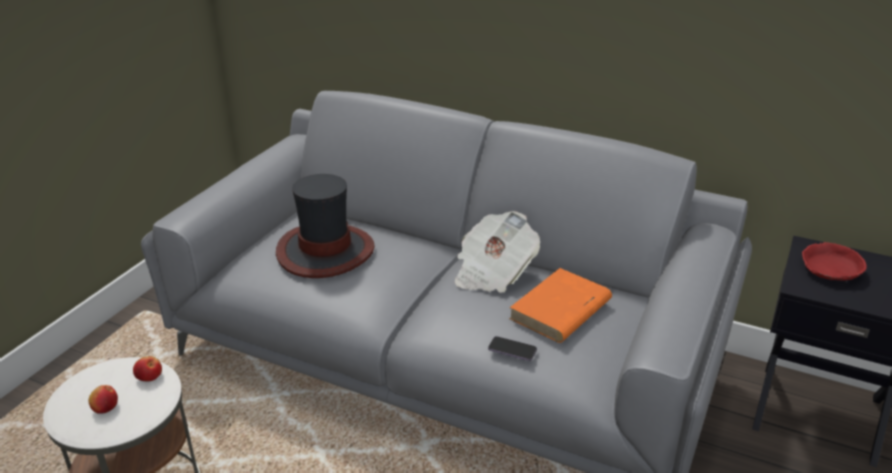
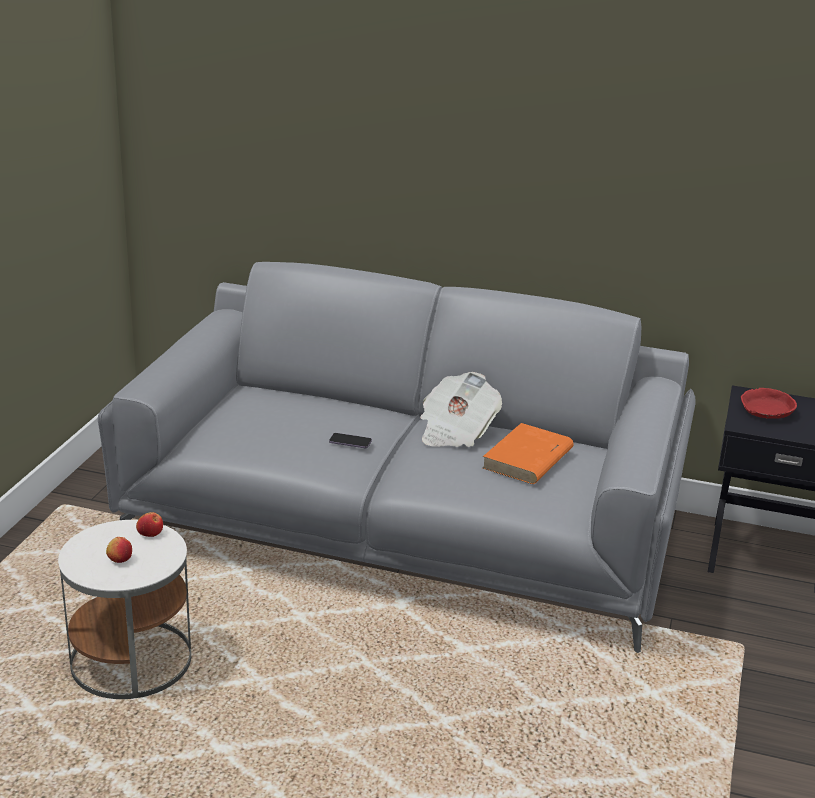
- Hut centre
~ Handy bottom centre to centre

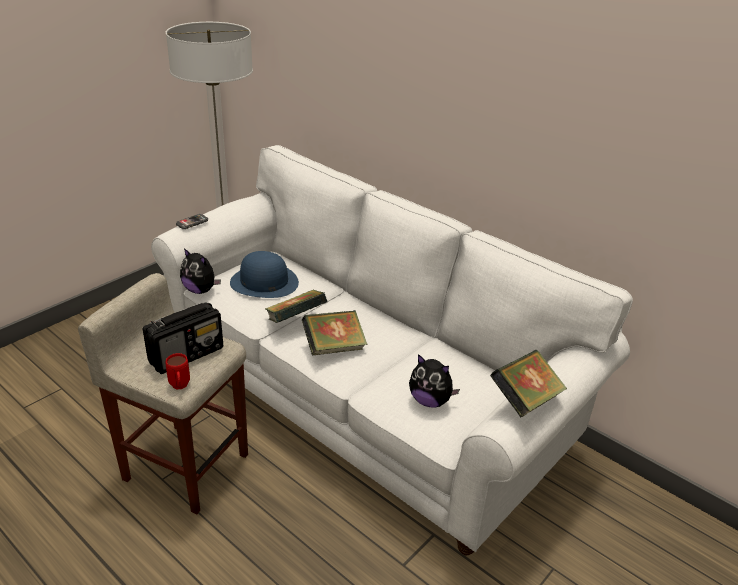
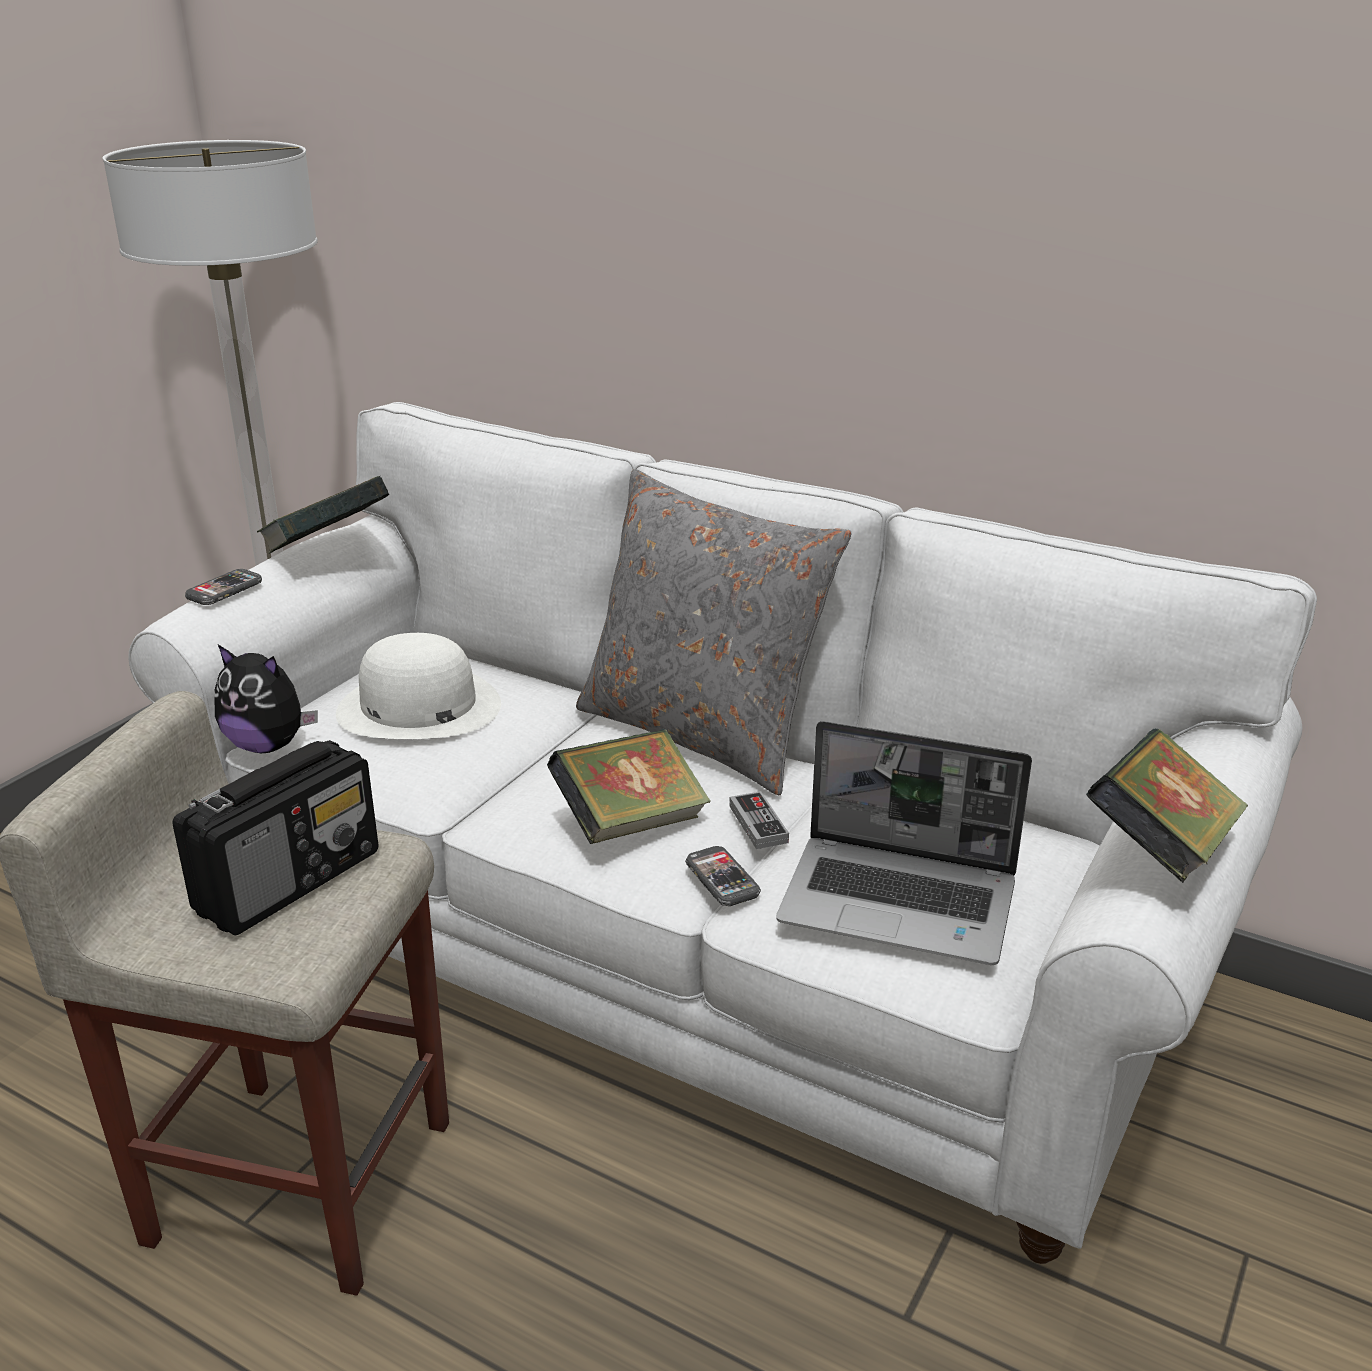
- Henkelbecher (rot) middle left
~ Hut (blau) centre to Hut (weiß) middle left
~ Buch (1st from left) centre to middle left
~ Plüschtier (2nd from left) centre to Laptop centre
+ Kissen (grau) centre
+ Handy (2nd from left) centre
+ Gamepad centre

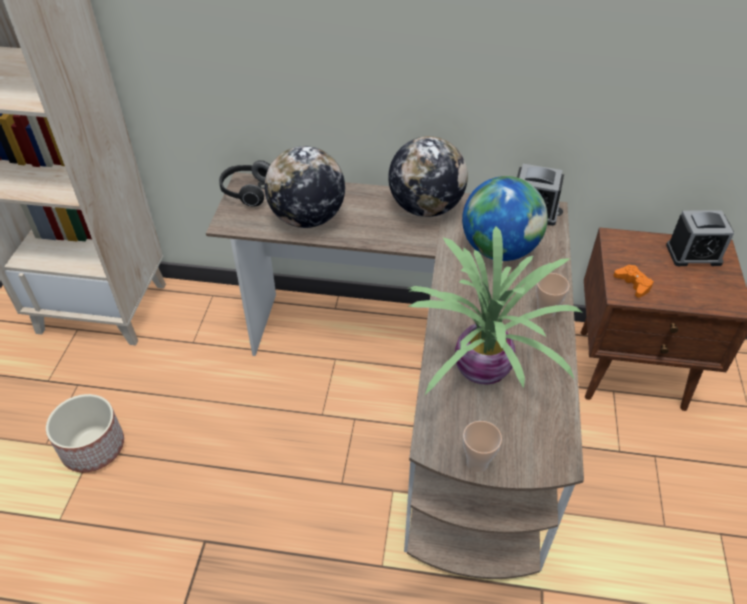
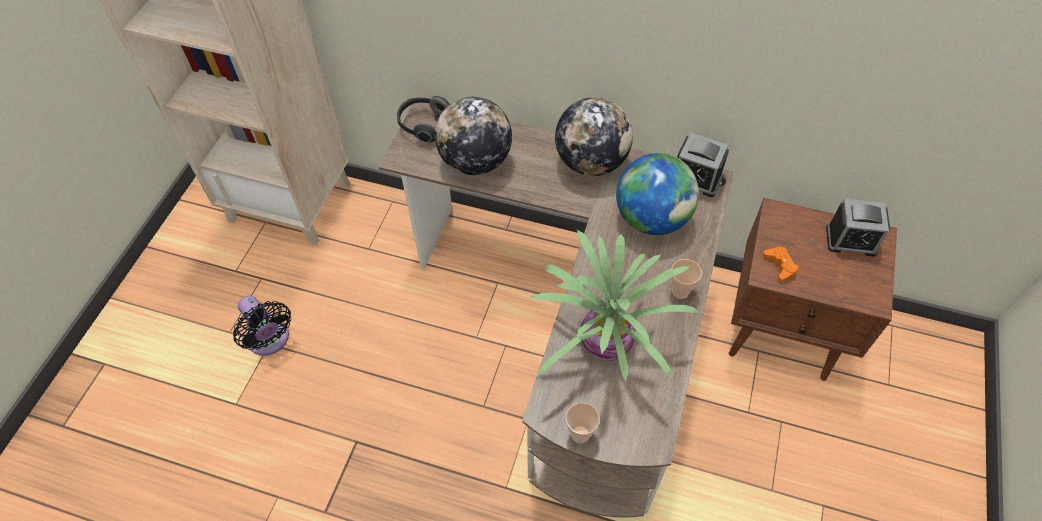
~ Pflanzkübel bottom left to Ventilator (schwarz) middle left

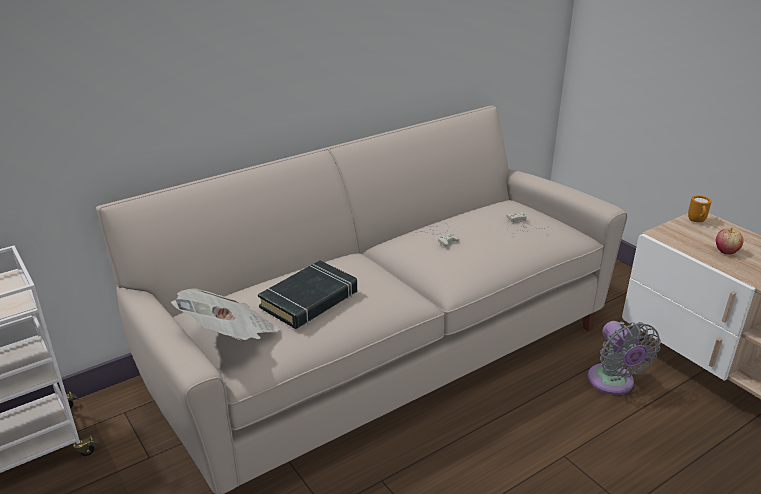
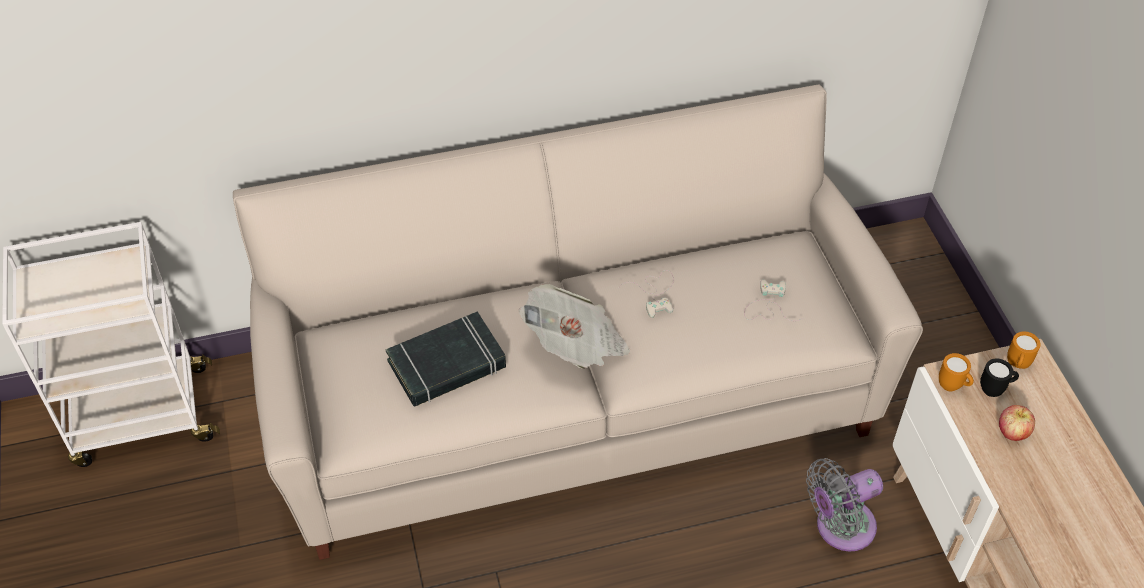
~ Zeitung middle left to centre
~ Ventilator (grau) bottom right = bottom right 60 degrees clockwise
+ Henkelbecher (orange) (1st from left) middle right
+ Henkelbecher (schwarz) middle right

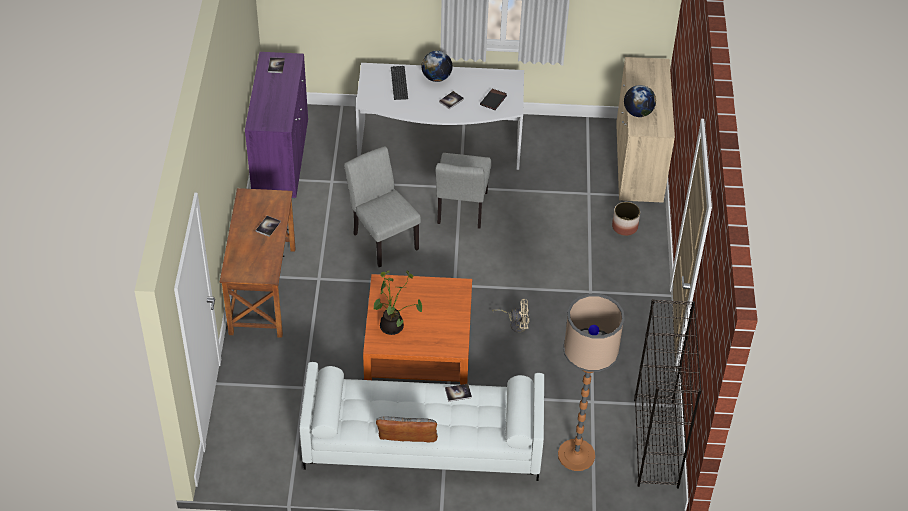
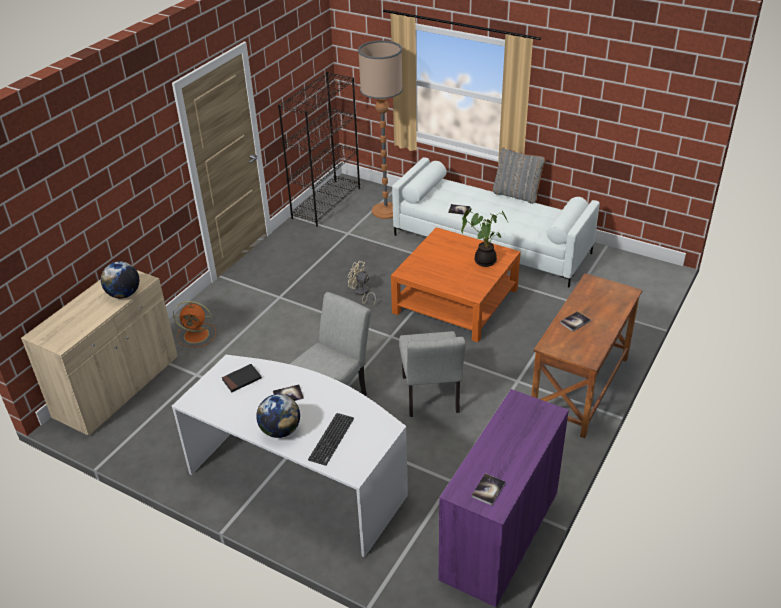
~ Pflanzkübel middle right to Ventilator (orange) middle left

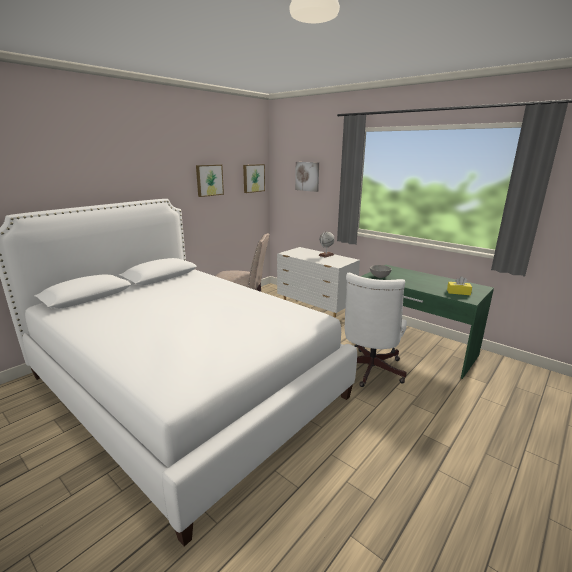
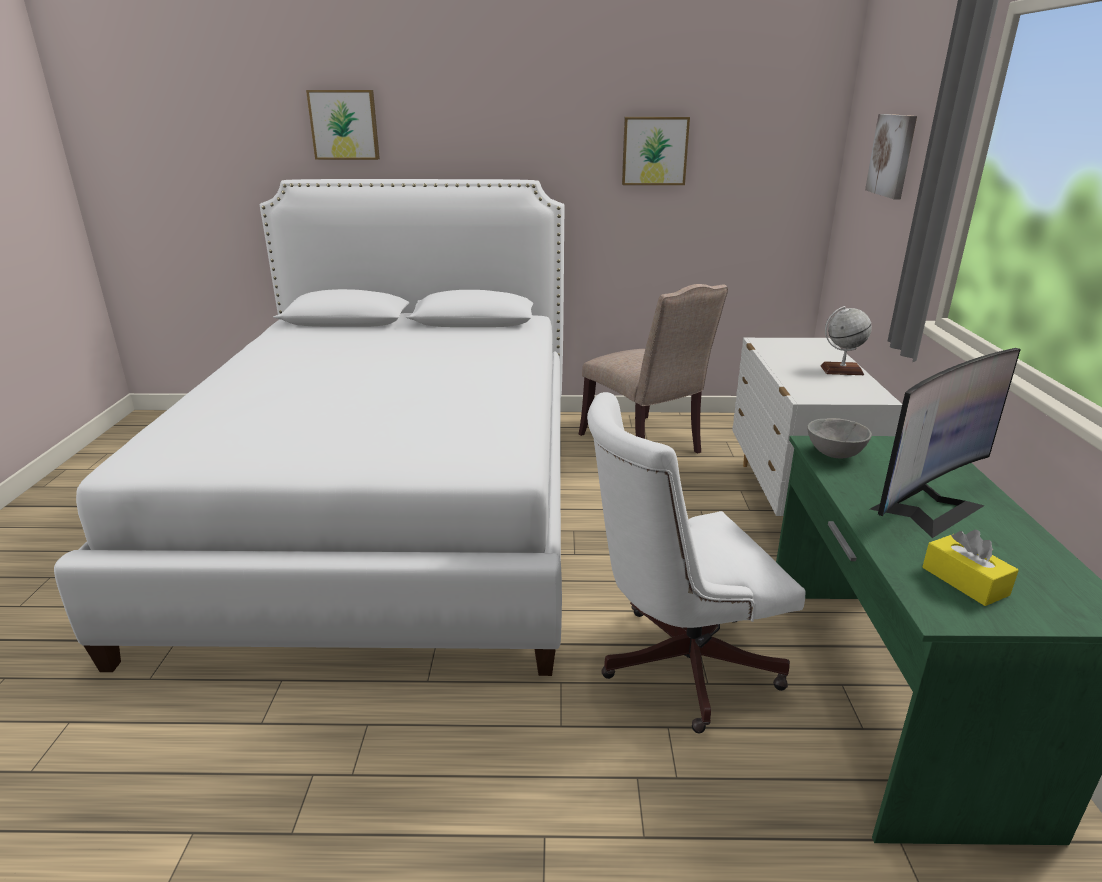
~ Bild (2nd from left in the first image) top centre to Bild (1st from left) top left
+ Monitor middle right

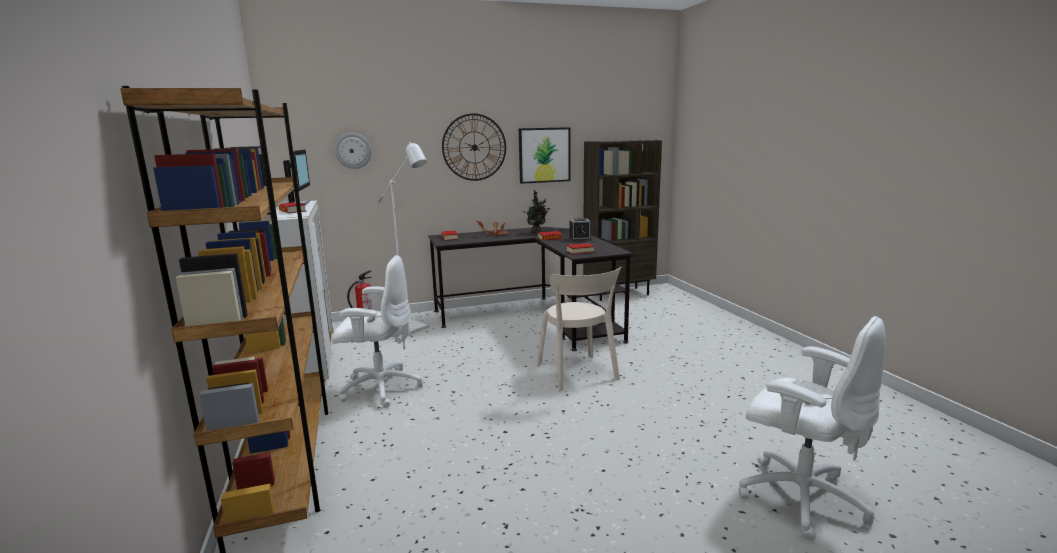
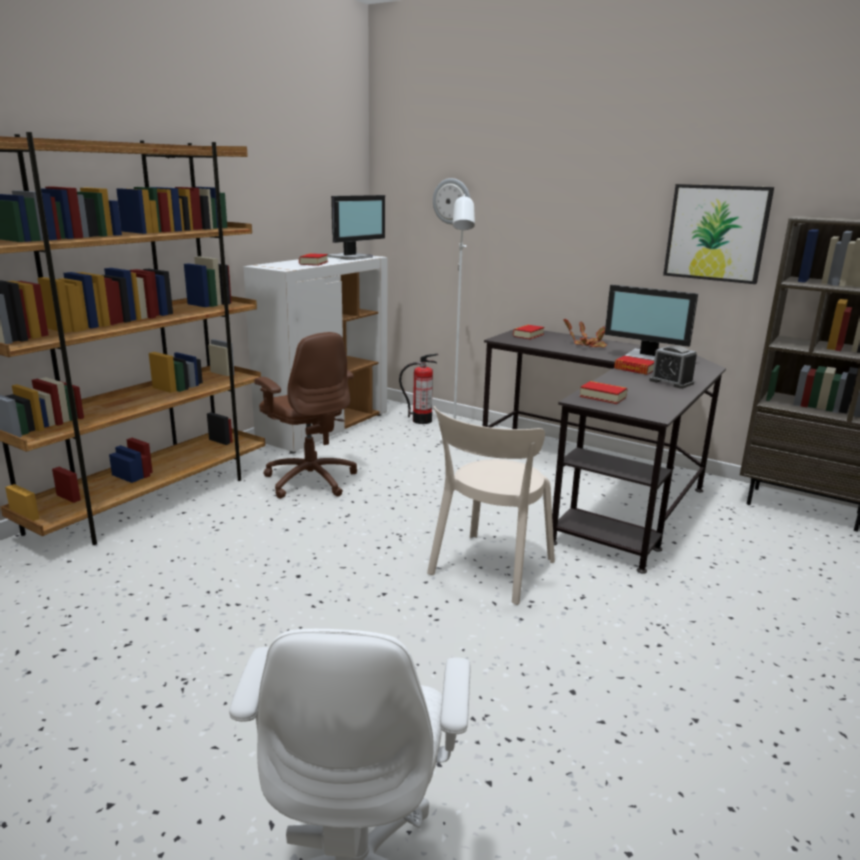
~ Bürostuhl (weiß) (1st from left) centre to Bürostuhl (braun) centre
- Wanduhr (2nd from left) top centre
~ Topfpflanze (2nd from left) centre to Monitor (2nd from left) middle right

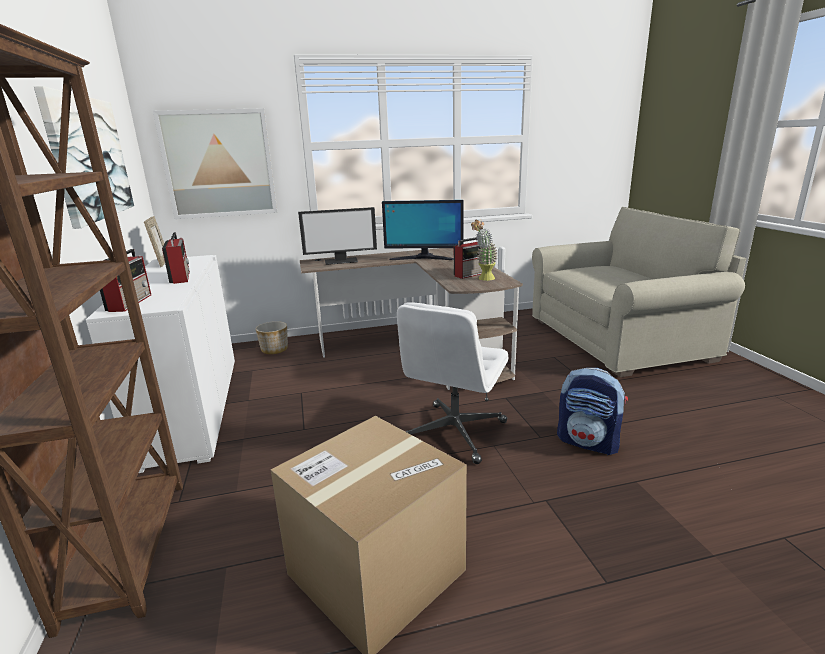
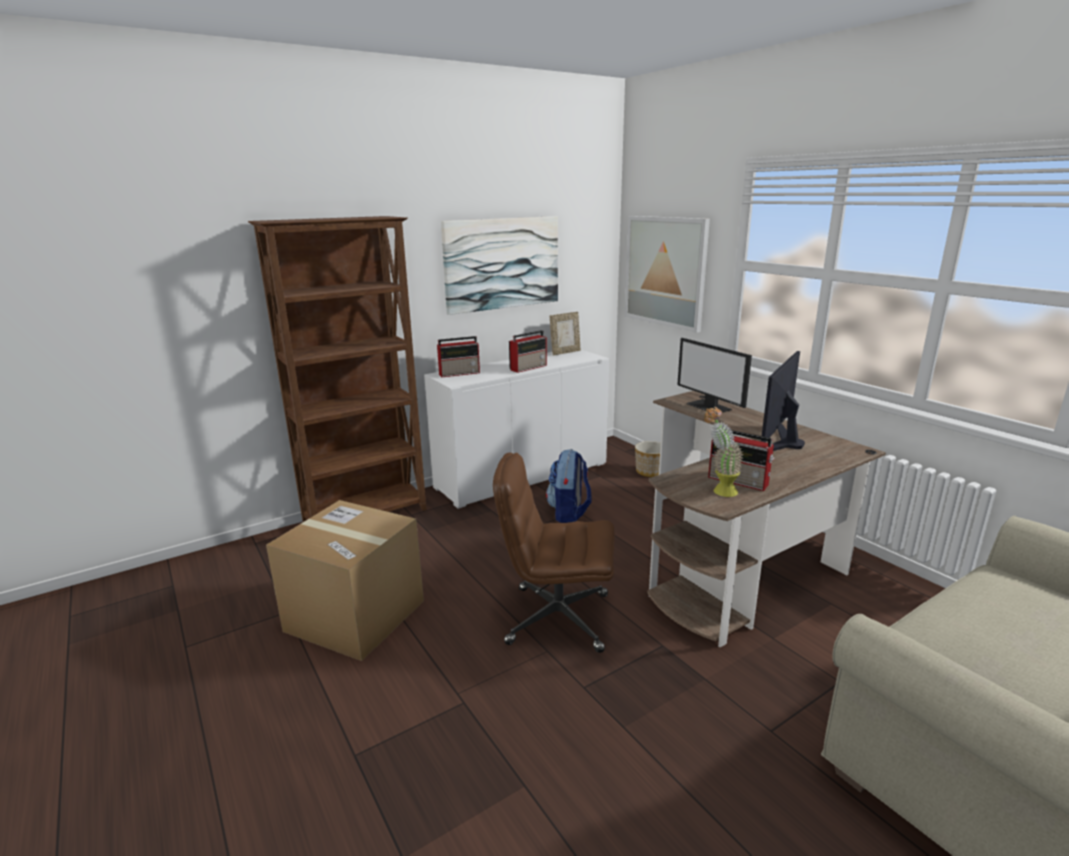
~ Monitor (2nd from left) centre = middle right 45 degrees clockwise
~ Bürostuhl (weiß) centre to Bürostuhl (braun) centre
~ Rucksack middle right to centre

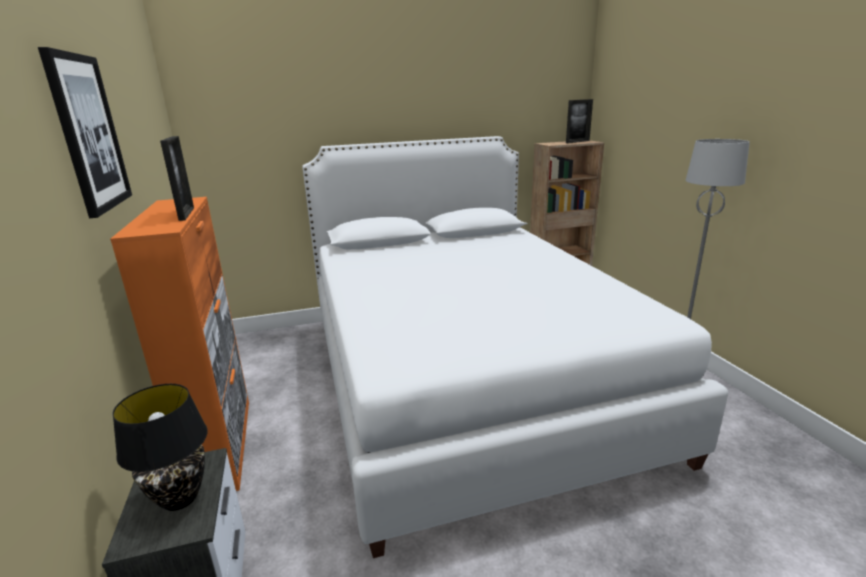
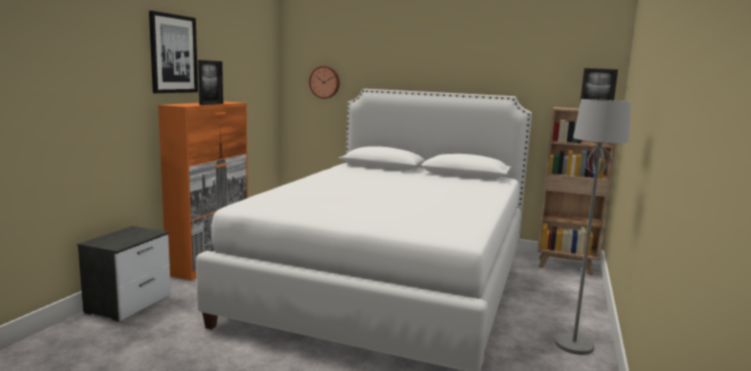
- Tischlampe (schwarz) bottom left
+ Wanduhr top centre

